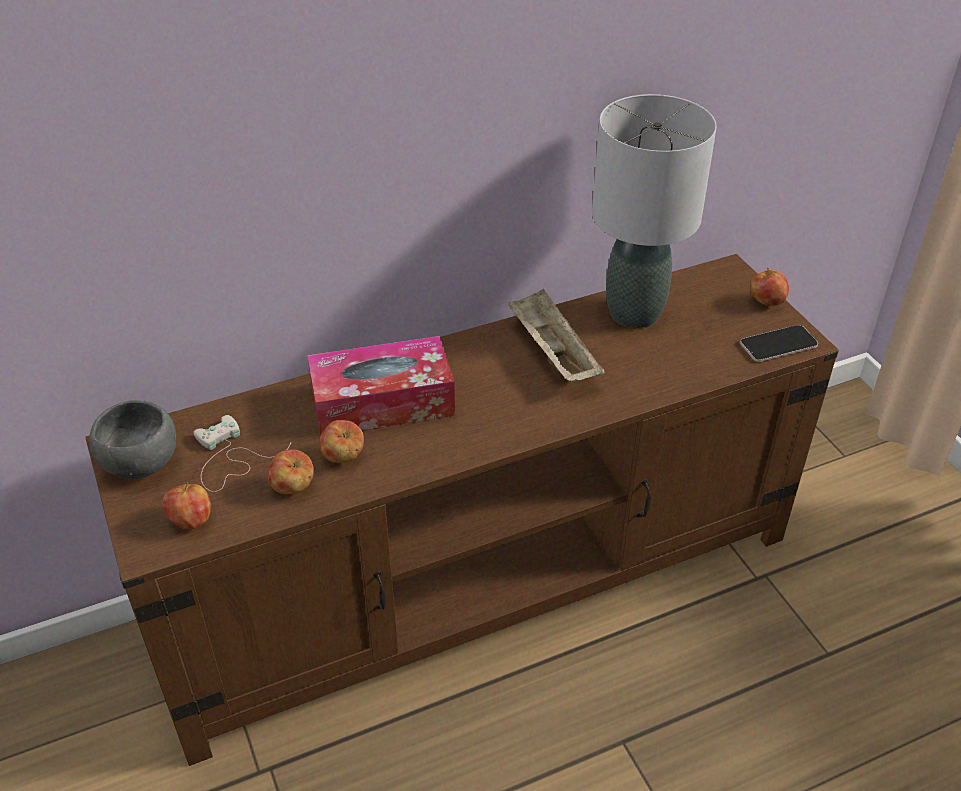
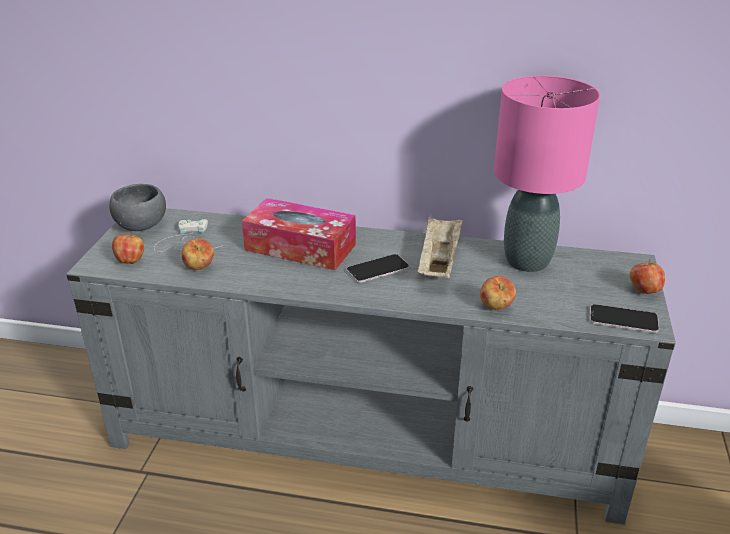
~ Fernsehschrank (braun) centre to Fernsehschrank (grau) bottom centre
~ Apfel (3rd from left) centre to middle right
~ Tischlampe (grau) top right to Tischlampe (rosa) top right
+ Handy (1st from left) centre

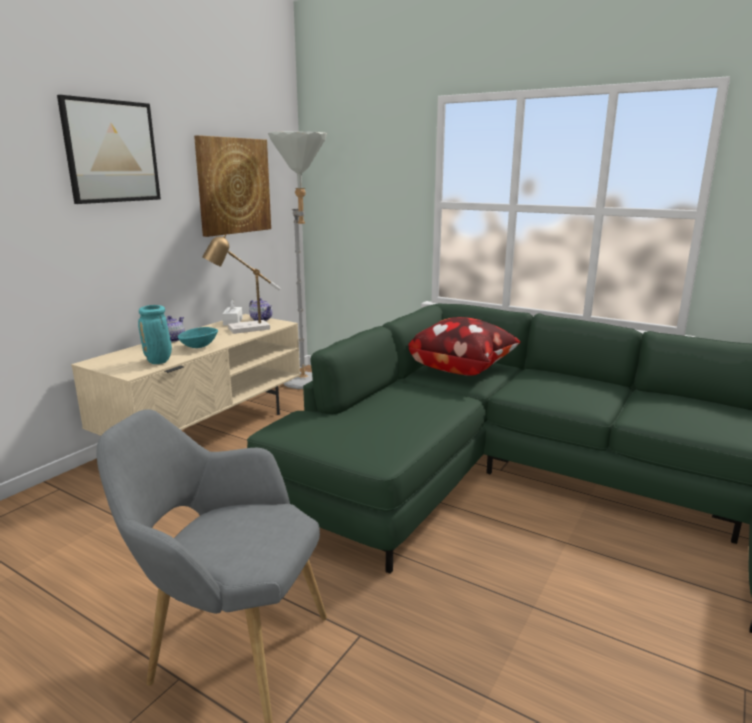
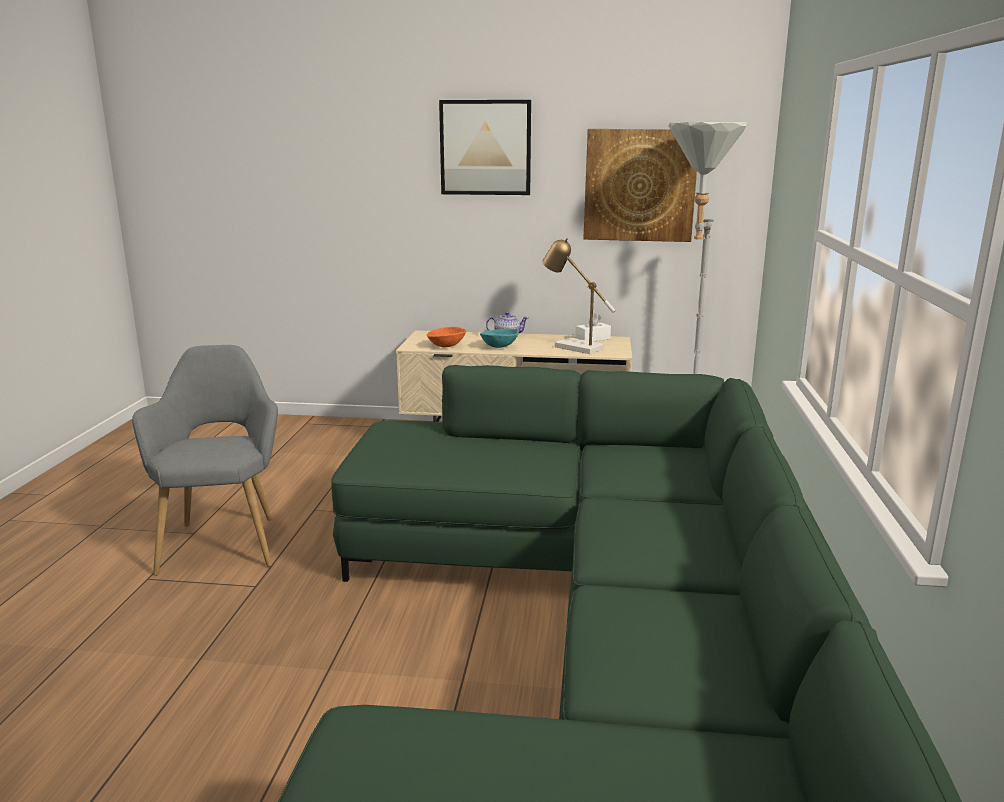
~ Vase (türkis) middle left to Schüssel (orange) centre
- Teekanne (2nd from left) centre
- Kissen centre

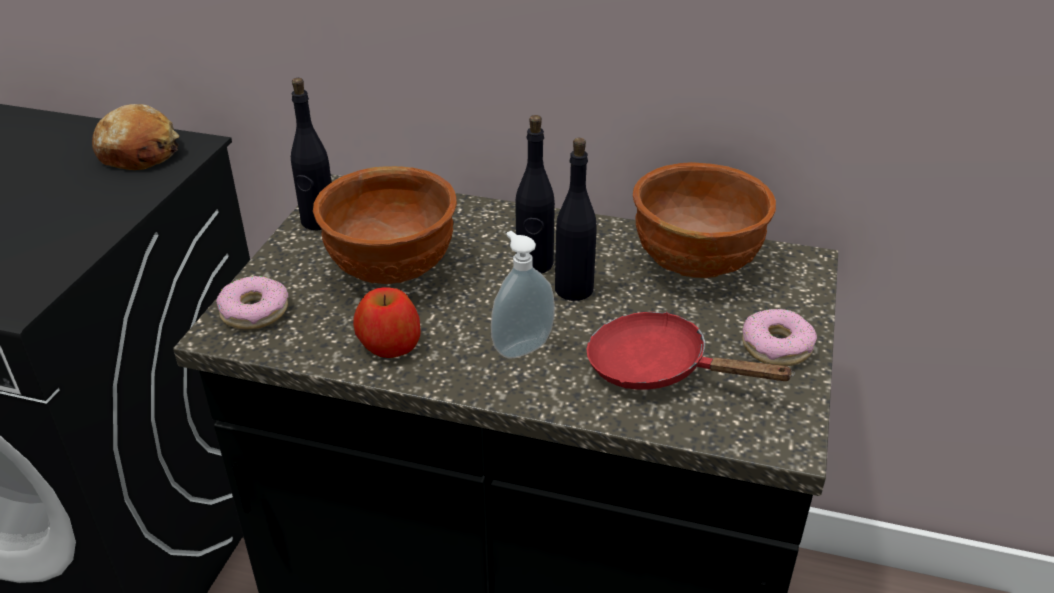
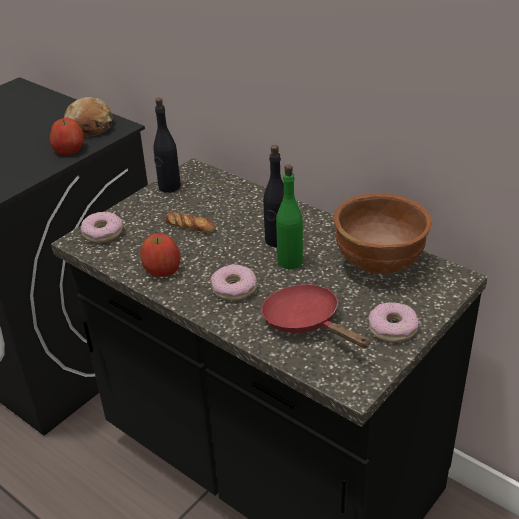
~ Schüssel (braun) (1st from left) centre to Brot (2nd from left) centre
~ Seifenspender centre to Donut (2nd from left) centre
~ Flasche (schwarz) (3rd from left) centre to Flasche (grün) centre
+ Apfel (1st from left) top left

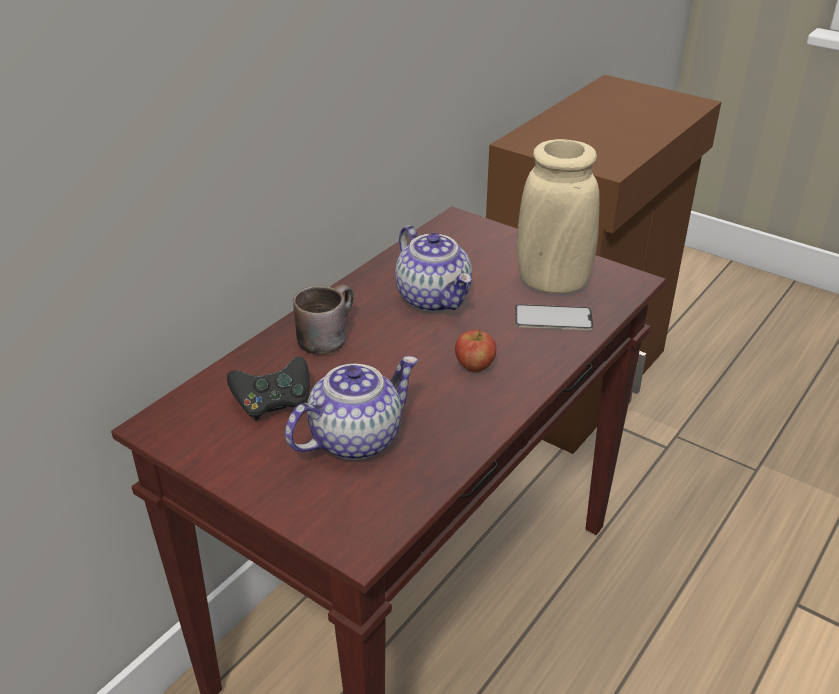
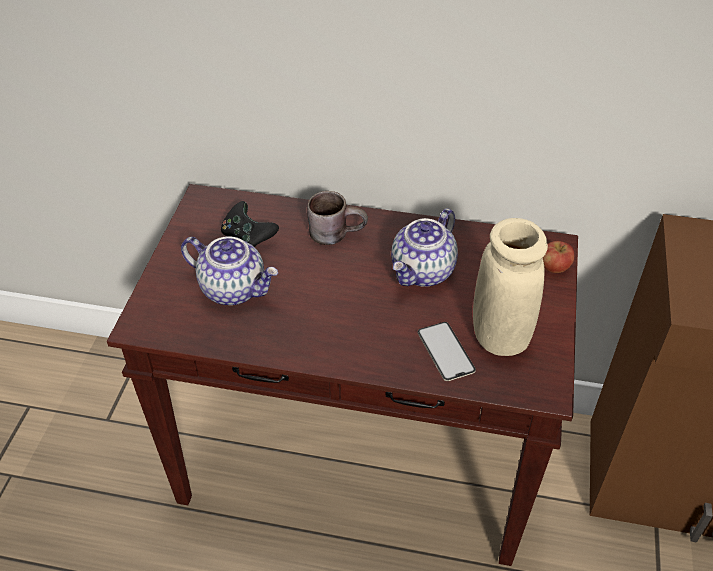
~ Apfel centre to middle right

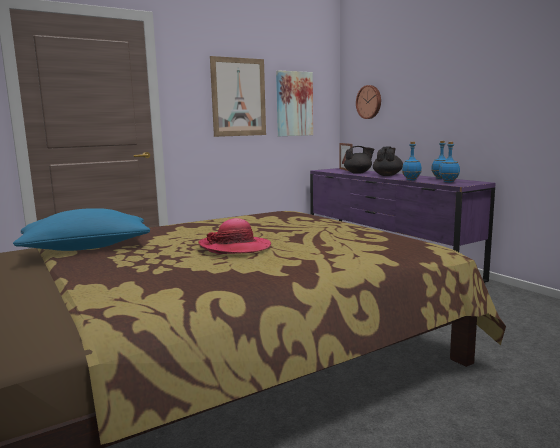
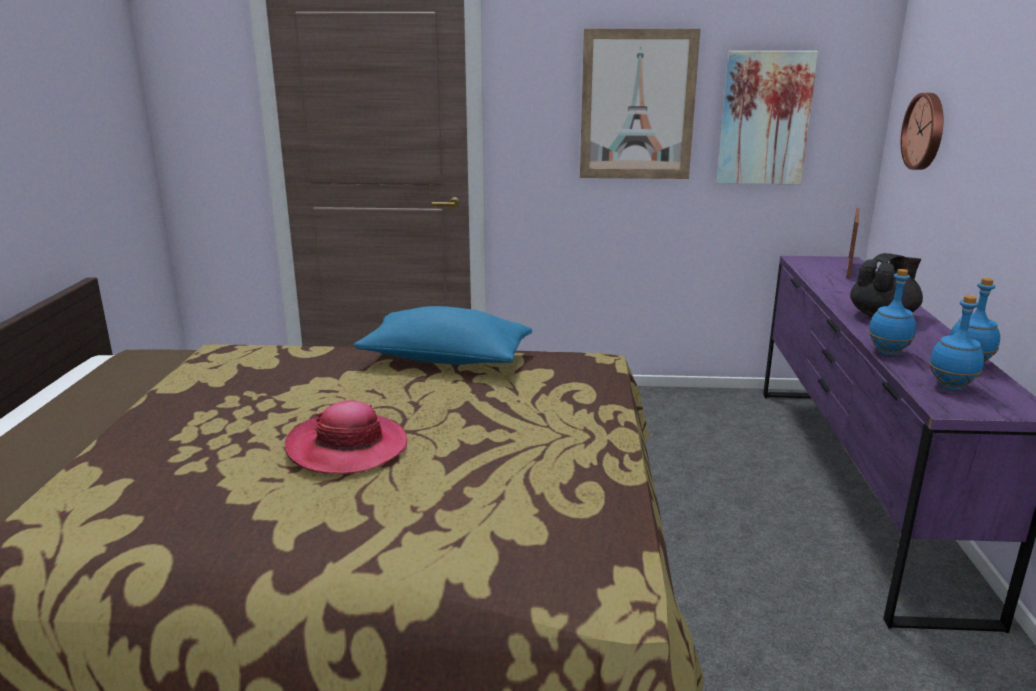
~ Kissen (blau) middle left to centre
- Teekanne (schwarz) (1st from left) centre

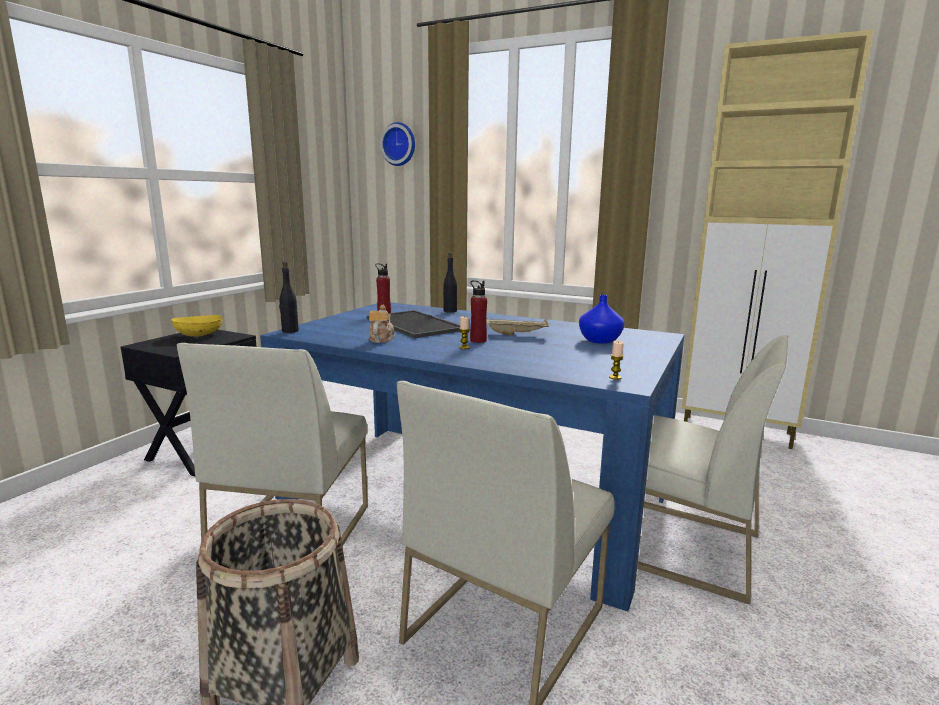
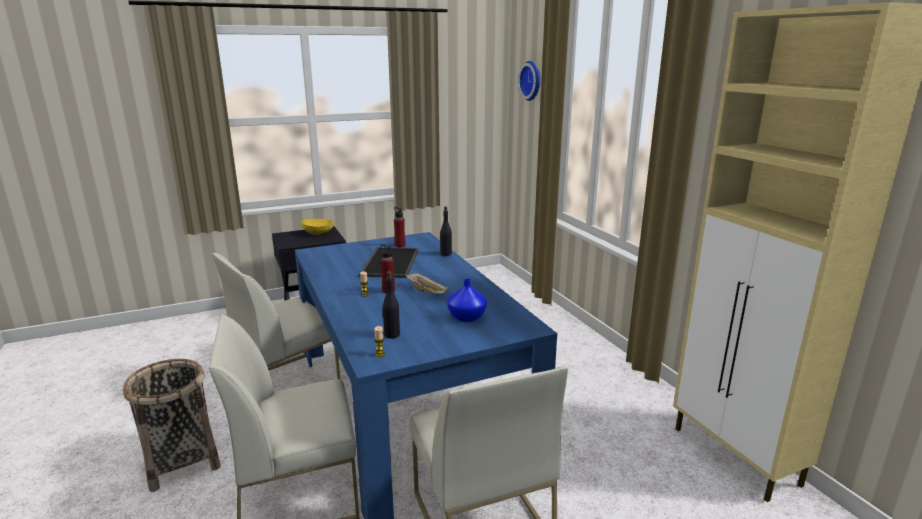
~ Flasche (schwarz) (1st from left) middle left to centre
- Teekanne centre

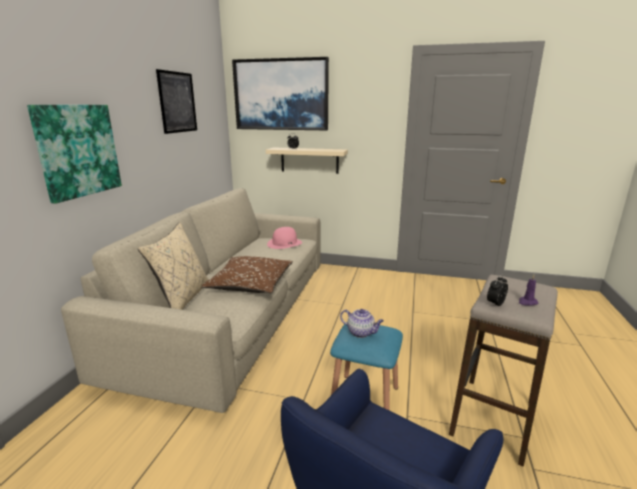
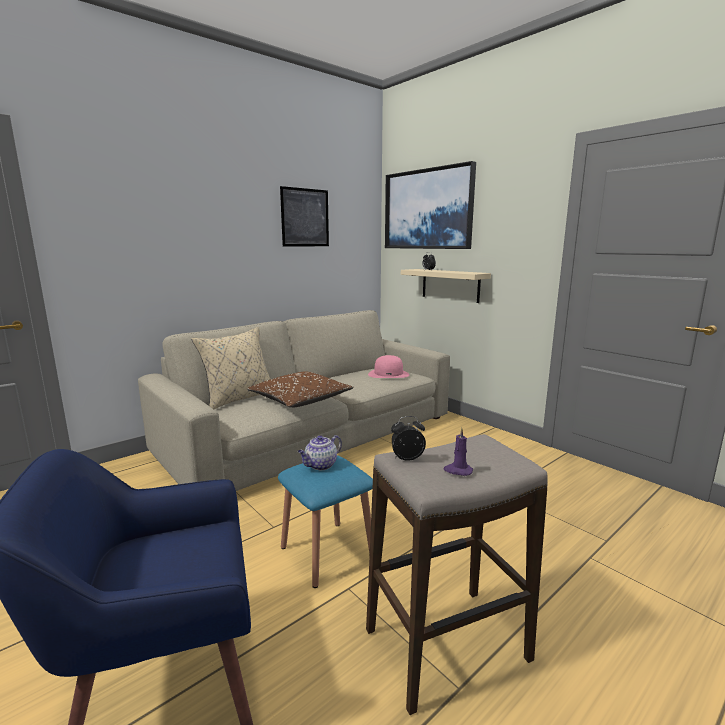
- Bild (1st from left) top left
~ Teekanne centre = centre 75 degrees clockwise

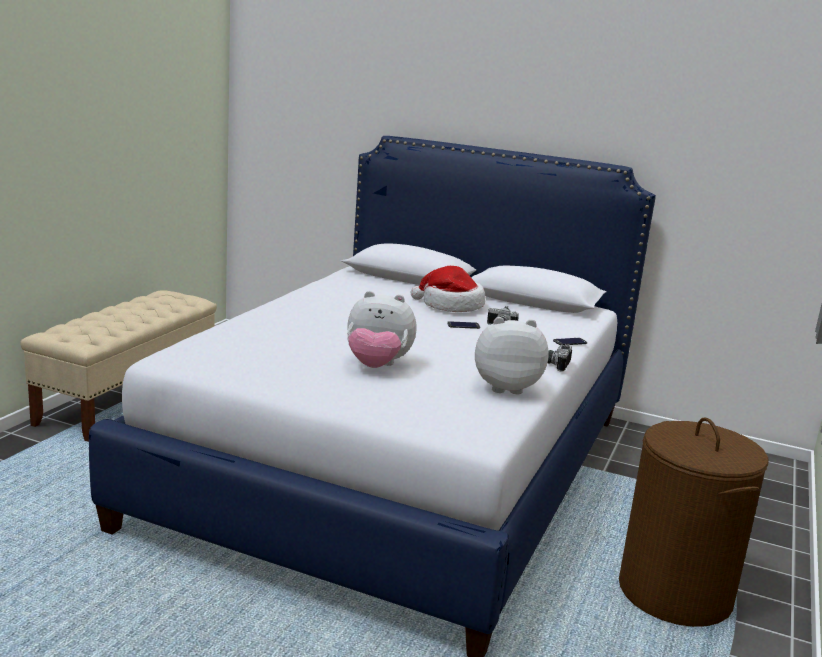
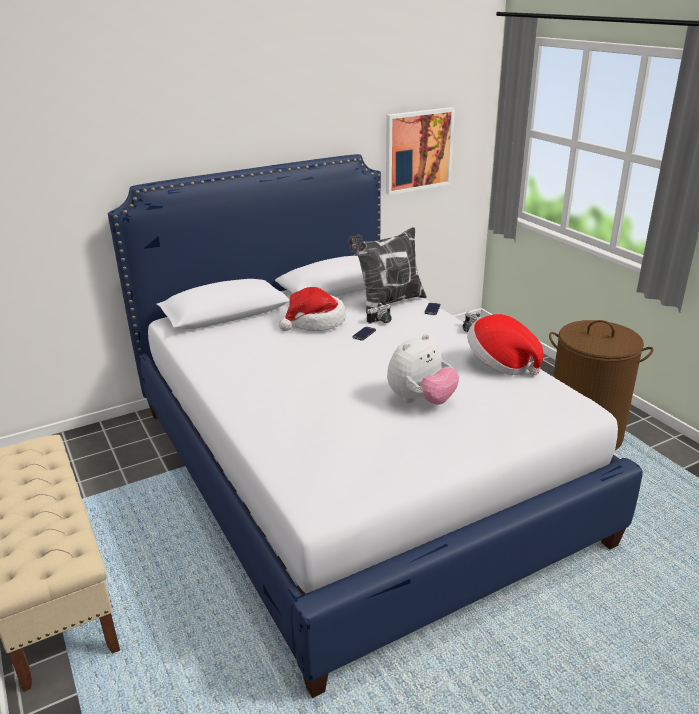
~ Plüschtier (2nd from left) centre to Hut (2nd from left) middle right
+ Kissen centre
+ Bild top centre

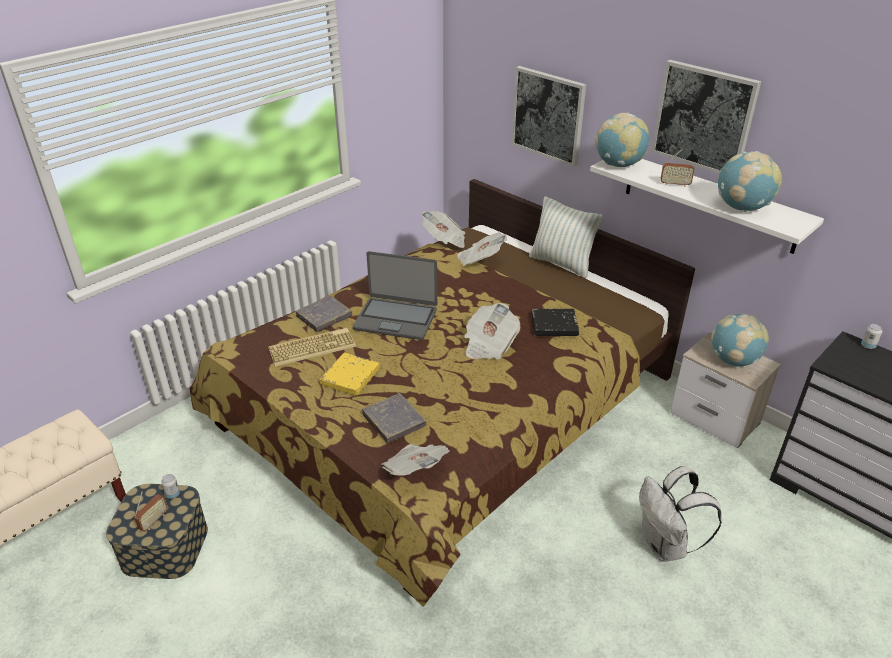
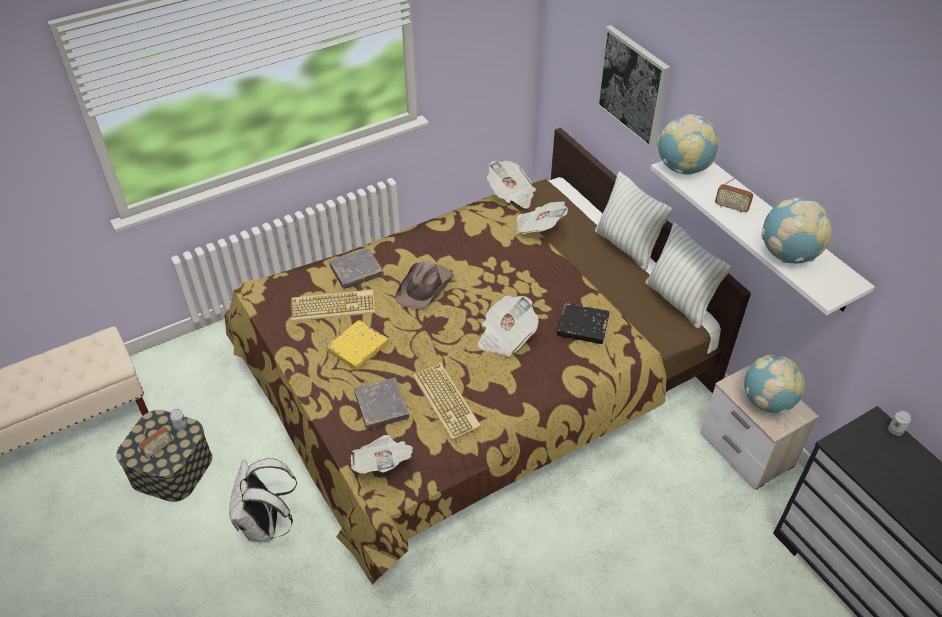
~ Laptop centre to Hut (braun) centre
~ Rucksack (weiß) bottom right to bottom left
- Bild (2nd from left) top right
+ Tastatur (2nd from left) centre
+ Kissen (2nd from left) middle right

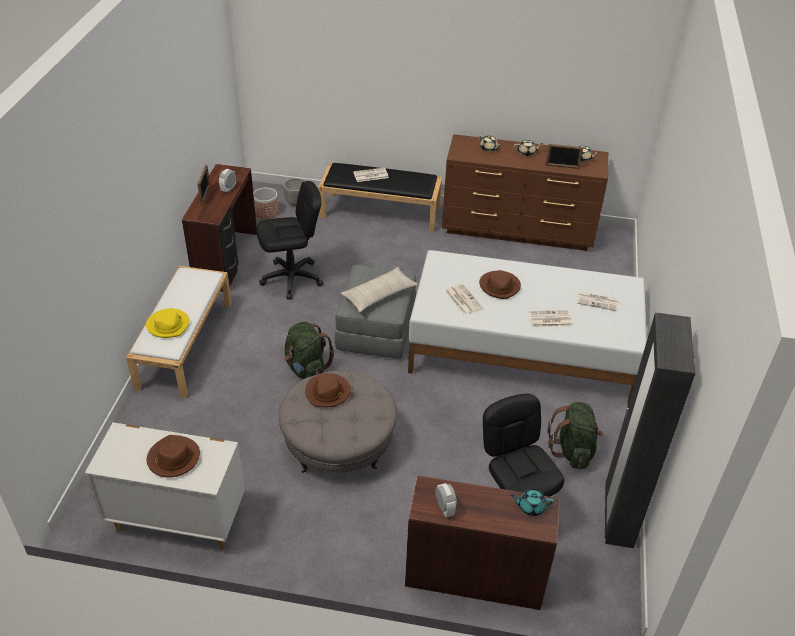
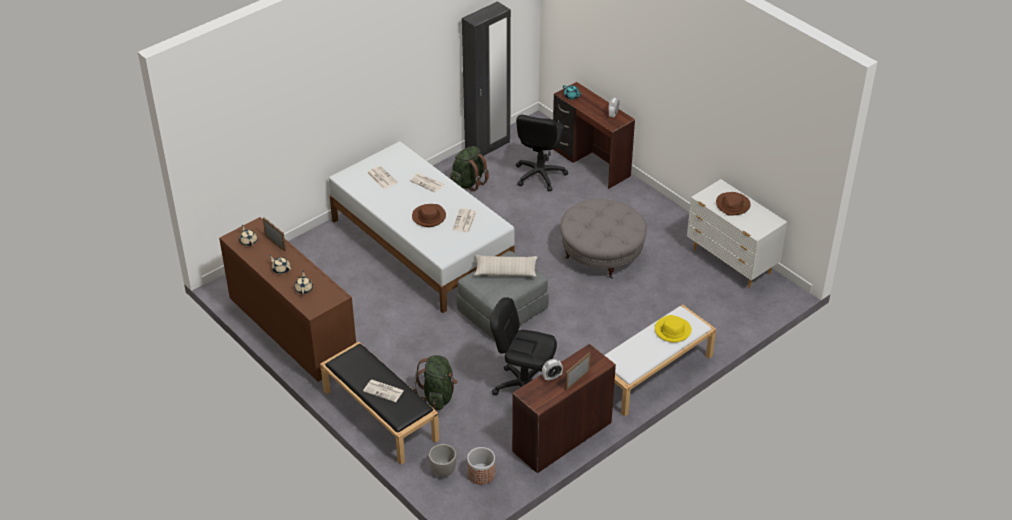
~ Rucksack (grün) (1st from left) centre to bottom centre
- Hut (braun) (2nd from left) centre

